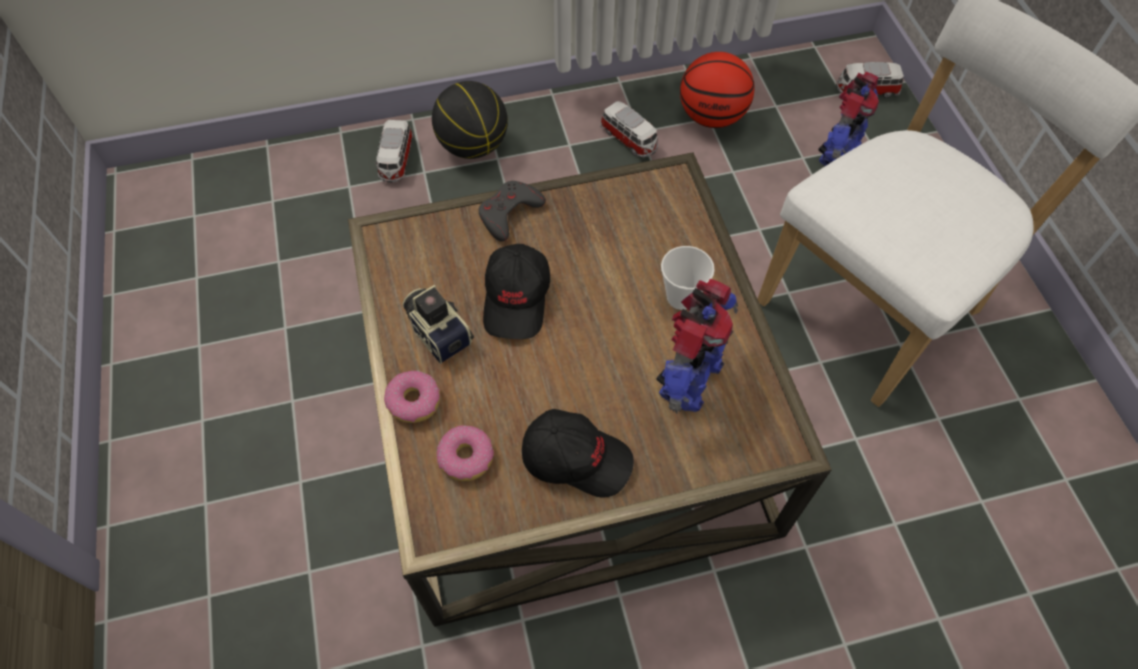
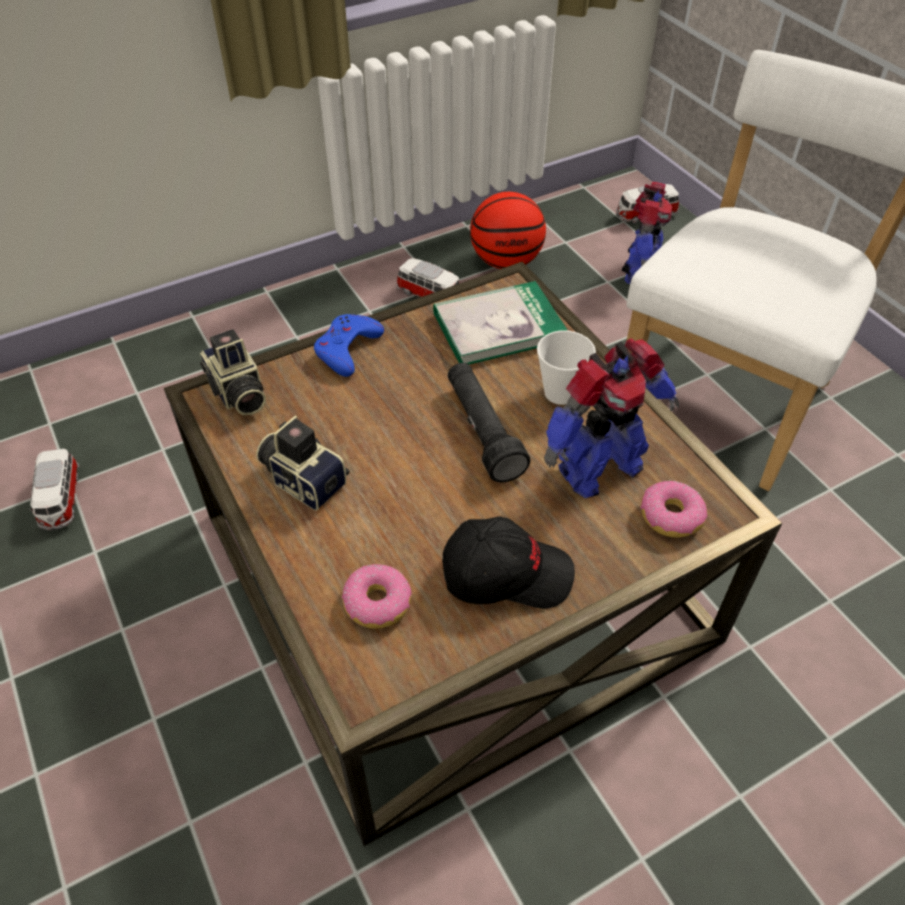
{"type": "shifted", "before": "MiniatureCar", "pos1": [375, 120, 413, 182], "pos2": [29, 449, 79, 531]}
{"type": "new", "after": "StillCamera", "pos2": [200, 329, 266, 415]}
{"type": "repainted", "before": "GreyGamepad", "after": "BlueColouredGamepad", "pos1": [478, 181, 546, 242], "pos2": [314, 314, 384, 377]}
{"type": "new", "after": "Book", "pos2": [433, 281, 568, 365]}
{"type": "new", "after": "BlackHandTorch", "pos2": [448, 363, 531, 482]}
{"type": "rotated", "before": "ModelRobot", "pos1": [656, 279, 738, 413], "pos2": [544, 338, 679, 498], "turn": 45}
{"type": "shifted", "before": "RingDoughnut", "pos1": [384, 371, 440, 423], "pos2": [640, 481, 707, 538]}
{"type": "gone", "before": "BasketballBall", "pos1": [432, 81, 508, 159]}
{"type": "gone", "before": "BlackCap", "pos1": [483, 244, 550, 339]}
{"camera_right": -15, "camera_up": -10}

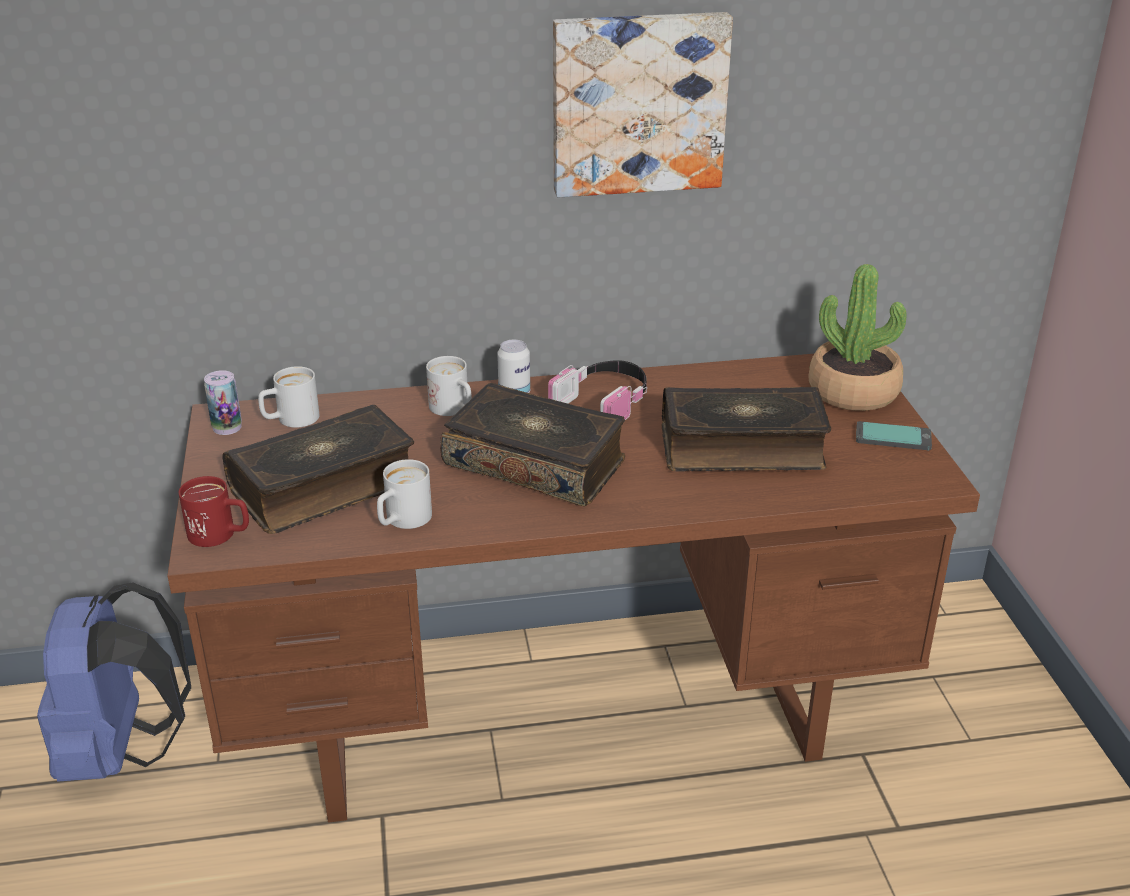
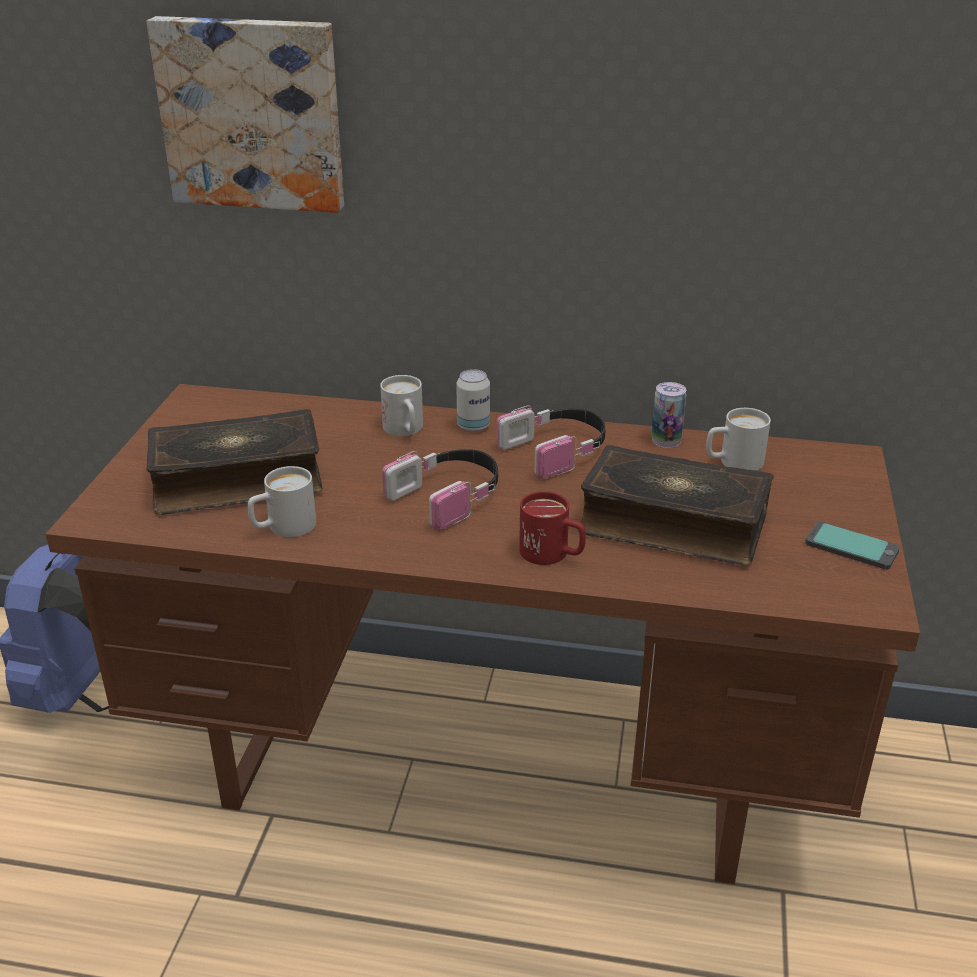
{"type": "shifted", "before": "WallArt", "pos1": [553, 12, 733, 197], "pos2": [146, 16, 344, 213]}
{"type": "swapped", "before": "Book", "after": "PairOfHeadphones", "pos1": [440, 383, 625, 506], "pos2": [382, 449, 498, 529]}
{"type": "shifted", "before": "ReddishMug", "pos1": [179, 476, 249, 547], "pos2": [519, 491, 586, 565]}
{"type": "shifted", "before": "SealedCan", "pos1": [204, 370, 242, 435], "pos2": [651, 382, 686, 448]}
{"type": "shifted", "before": "WhiteMug", "pos1": [258, 366, 319, 428], "pos2": [706, 408, 771, 470]}
{"type": "gone", "before": "PottedPlant", "pos1": [809, 264, 907, 411]}
{"camera_right": 20, "camera_up": 0}

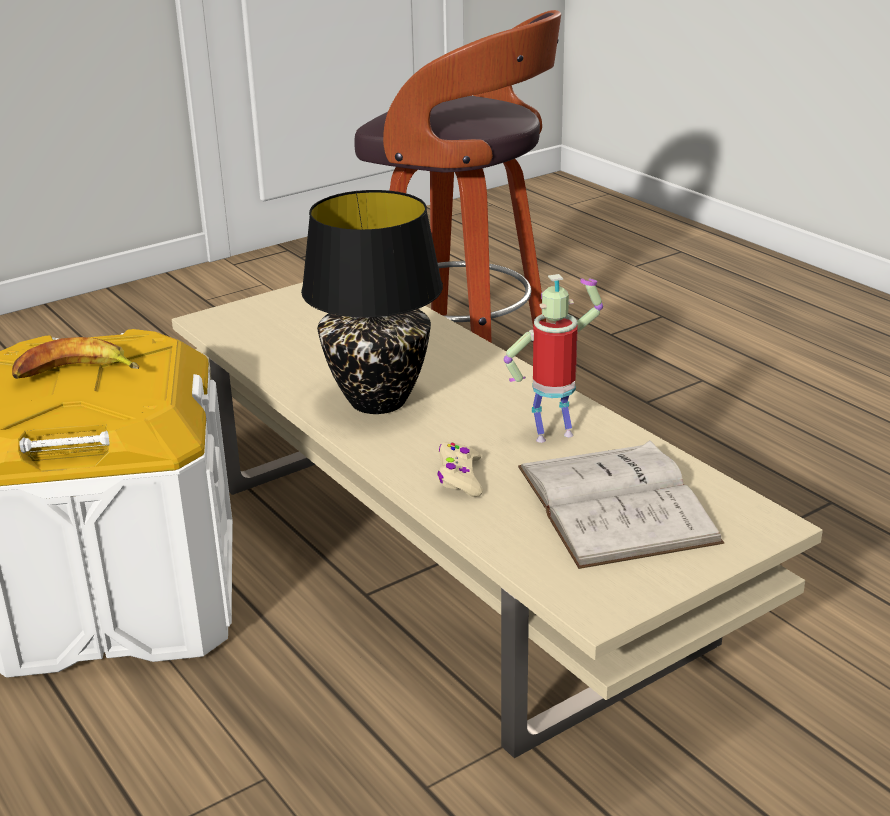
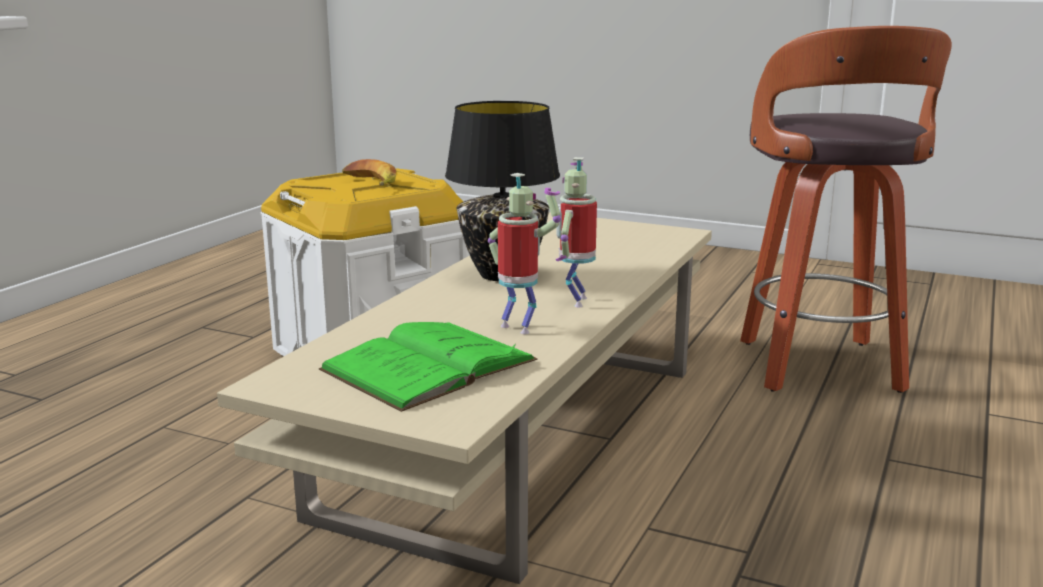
{"type": "repainted", "before": "WhiteBook", "after": "GreenColouredBook", "pos1": [518, 440, 724, 569], "pos2": [319, 322, 537, 412]}
{"type": "new", "after": "ModelRobot", "pos2": [555, 157, 597, 307]}
{"type": "gone", "before": "SandColouredGamepad", "pos1": [437, 442, 483, 497]}
{"camera_right": 60, "camera_up": -10}

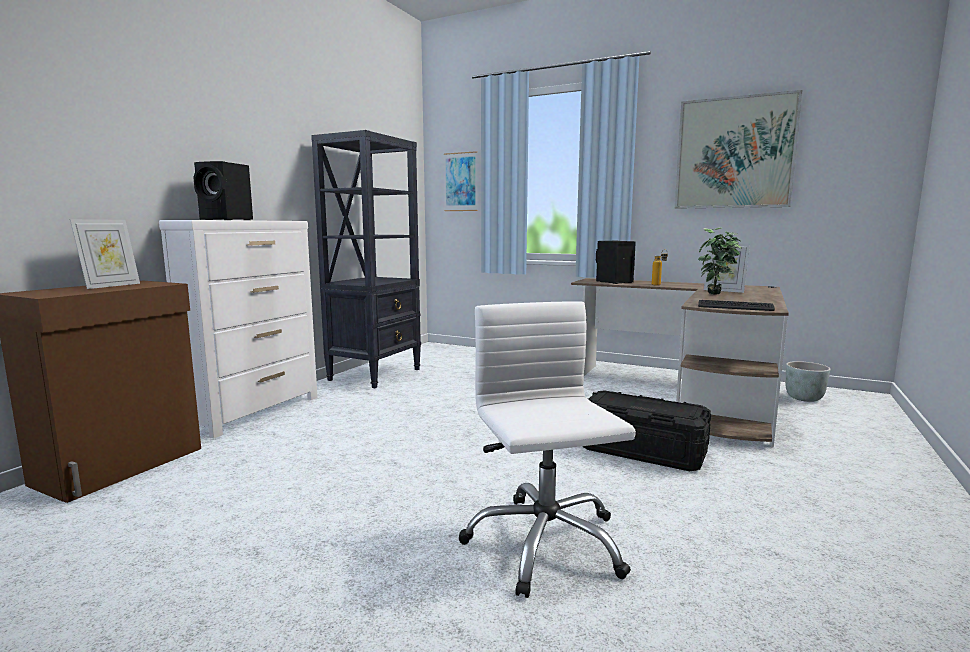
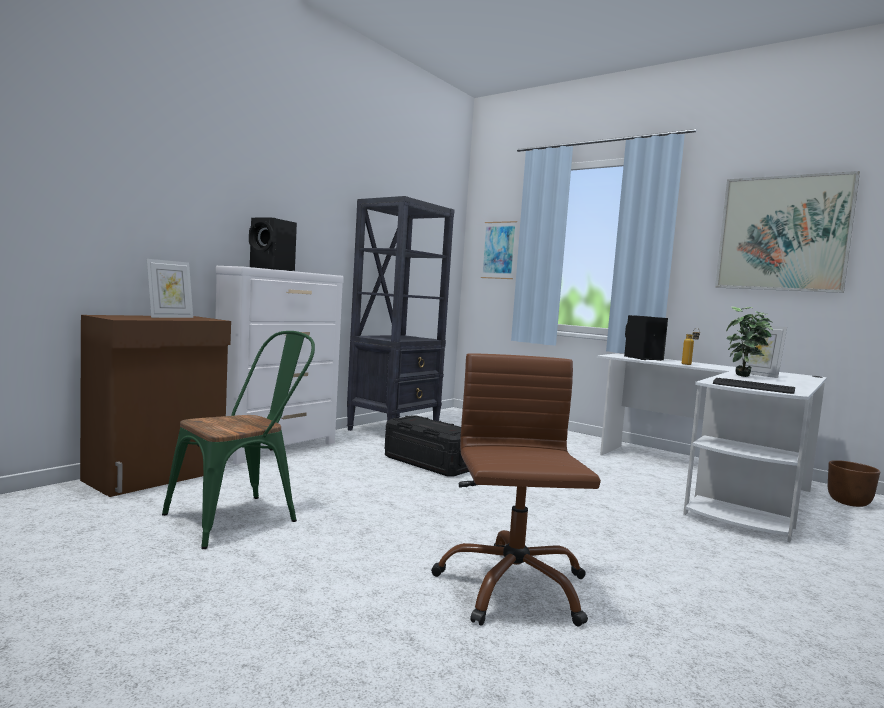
{"type": "new", "after": "GreenColouredPlainChair", "pos2": [162, 331, 315, 549]}
{"type": "shifted", "before": "BlackStorageBox", "pos1": [583, 390, 711, 471], "pos2": [385, 415, 469, 477]}
{"type": "repainted", "before": "WhiteComputerChair", "after": "BrownishComputerChair", "pos1": [459, 301, 636, 598], "pos2": [432, 353, 601, 627]}
{"type": "repainted", "before": "BrownishDeskTable", "after": "WhiteDeskTable", "pos1": [571, 278, 789, 448], "pos2": [597, 353, 827, 542]}
{"type": "repainted", "before": "GreyFlowerPot", "after": "BrownishFlowerPot", "pos1": [786, 361, 831, 402], "pos2": [828, 460, 880, 507]}
{"camera_right": 10, "camera_up": -5}

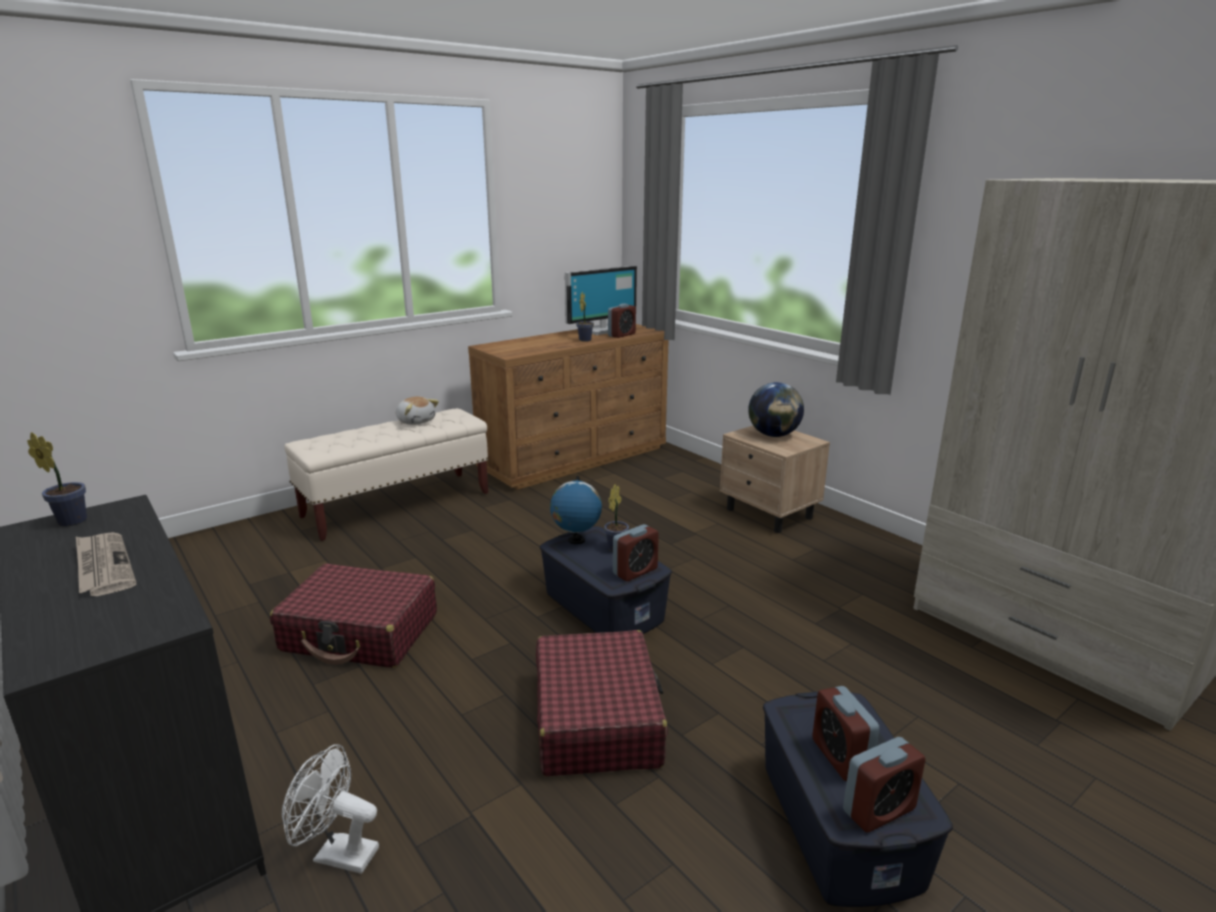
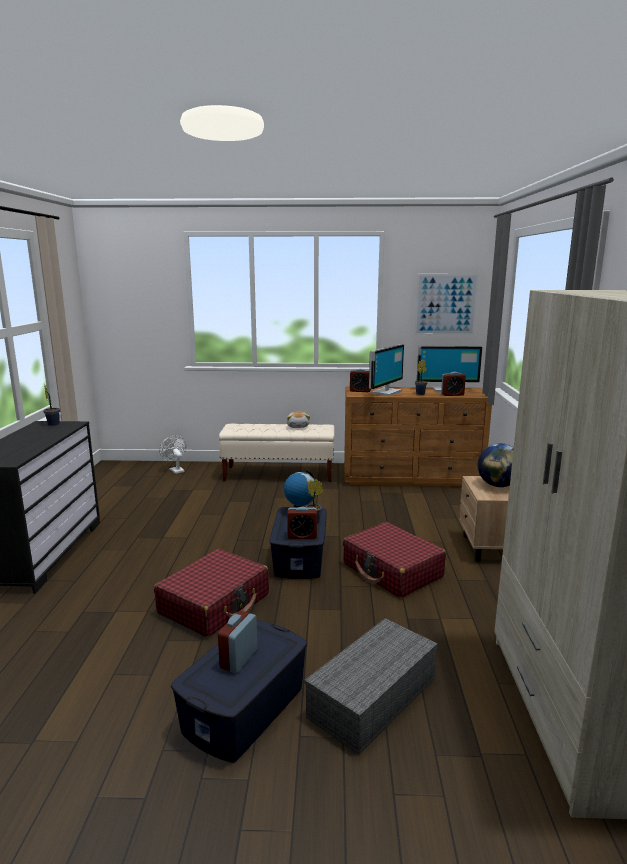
{"type": "shifted", "before": "WhiteCoolingFan", "pos1": [282, 744, 379, 874], "pos2": [159, 435, 186, 474]}
{"type": "new", "after": "GreyStorageBox", "pos2": [304, 618, 438, 754]}
{"type": "shifted", "before": "ReddishPieceOfLuggage", "pos1": [270, 564, 437, 668], "pos2": [343, 522, 446, 598]}
{"type": "shifted", "before": "AlarmClock", "pos1": [843, 737, 926, 832], "pos2": [350, 369, 371, 392]}
{"type": "new", "after": "ComputerDisplay", "pos2": [369, 344, 404, 396]}
{"type": "new", "after": "WallArt", "pos2": [414, 274, 479, 335]}
{"type": "gone", "before": "PrintedPaper", "pos1": [76, 532, 137, 596]}
{"camera_right": 40, "camera_up": -5}

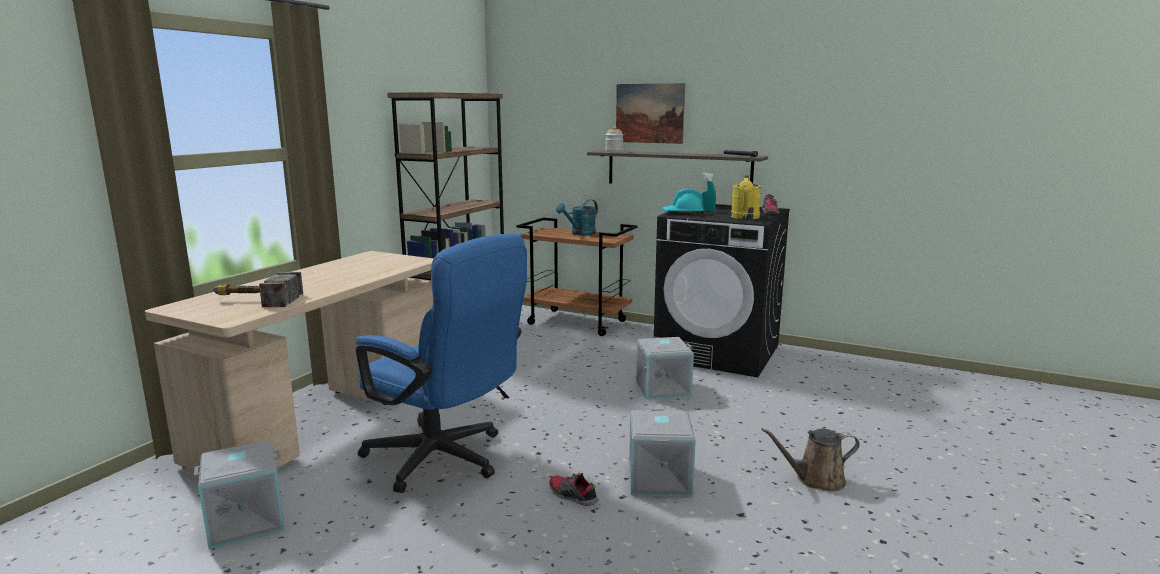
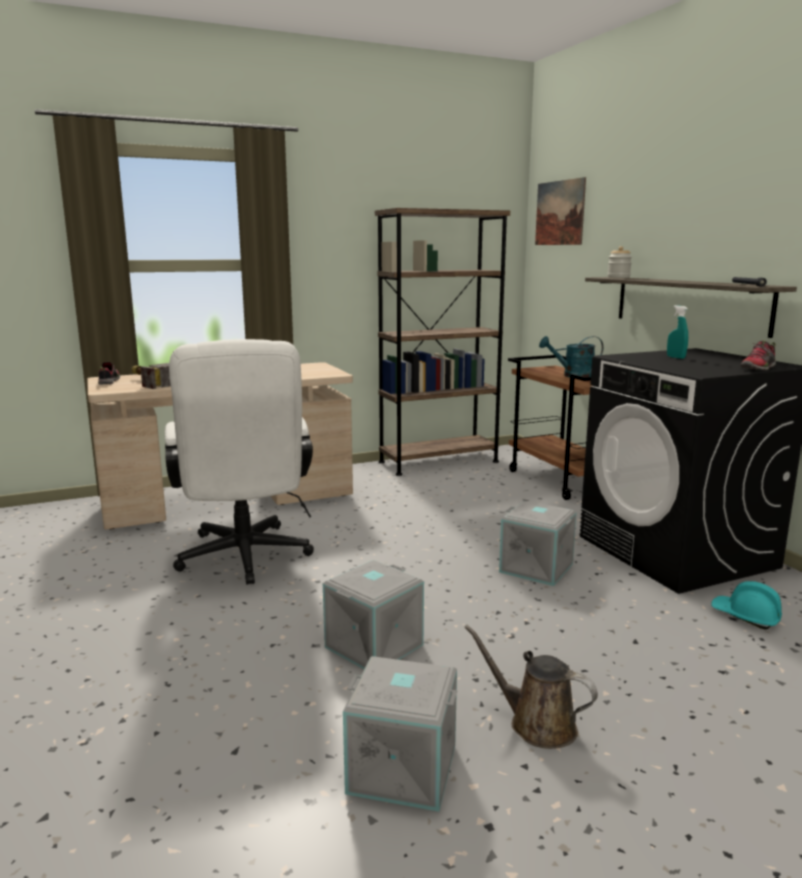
{"type": "shifted", "before": "LowShoe", "pos1": [549, 473, 599, 506], "pos2": [98, 361, 120, 385]}
{"type": "repainted", "before": "BlueColouredComputerChair", "after": "WhiteComputerChair", "pos1": [356, 233, 527, 493], "pos2": [165, 339, 314, 585]}
{"type": "shifted", "before": "GreyStorageBox", "pos1": [194, 440, 285, 549], "pos2": [343, 656, 457, 812]}
{"type": "shifted", "before": "WallArt", "pos1": [616, 83, 685, 144], "pos2": [535, 177, 586, 245]}
{"type": "shifted", "before": "TurquoiseSafetyHelmet", "pos1": [662, 189, 704, 215], "pos2": [711, 581, 782, 630]}
{"type": "gone", "before": "YellowSprinklingCan", "pos1": [731, 176, 761, 219]}
{"camera_right": 40, "camera_up": 0}

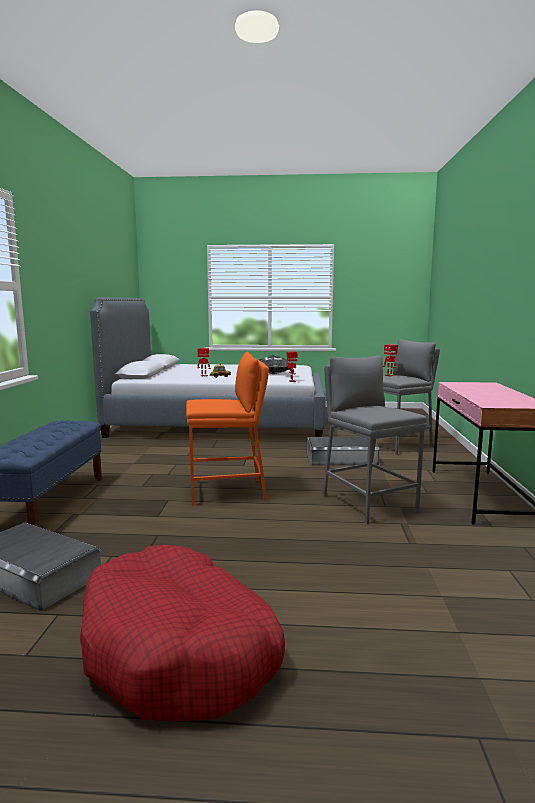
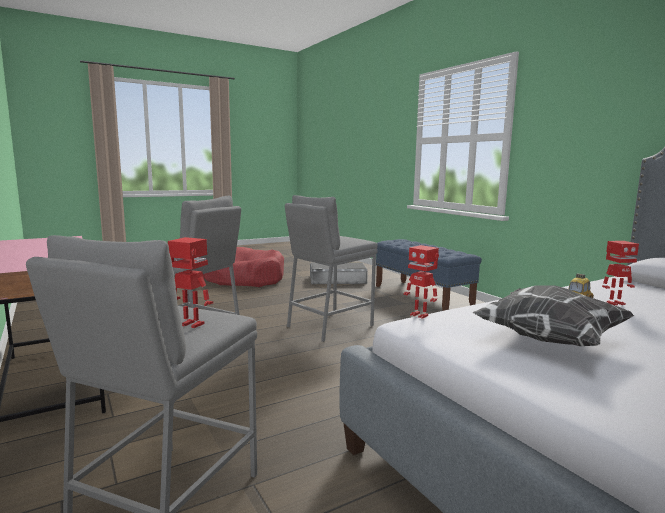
{"type": "repainted", "before": "OrangeStoolSeat", "after": "GreyStoolSeat", "pos1": [186, 351, 269, 506], "pos2": [285, 195, 378, 342]}
{"type": "gone", "before": "GreyStorageBox", "pos1": [307, 437, 380, 465]}
{"camera_right": 145, "camera_up": 0}

